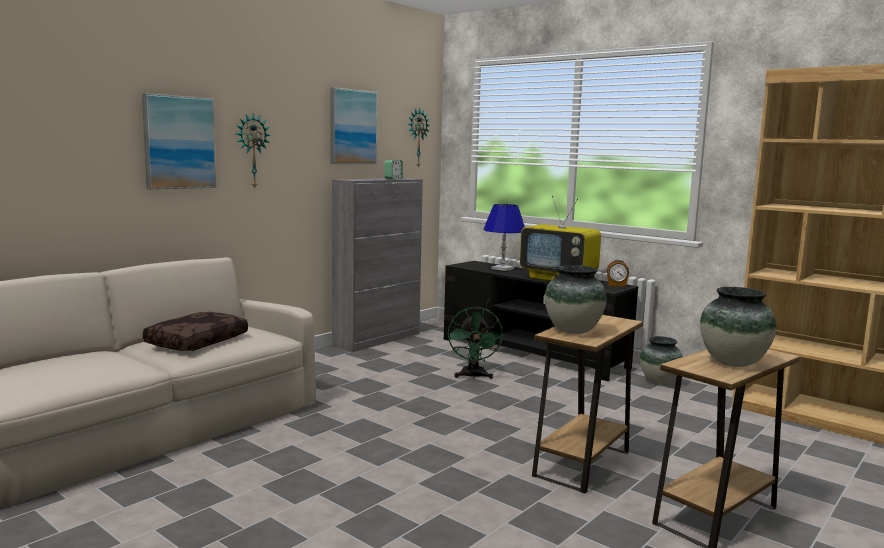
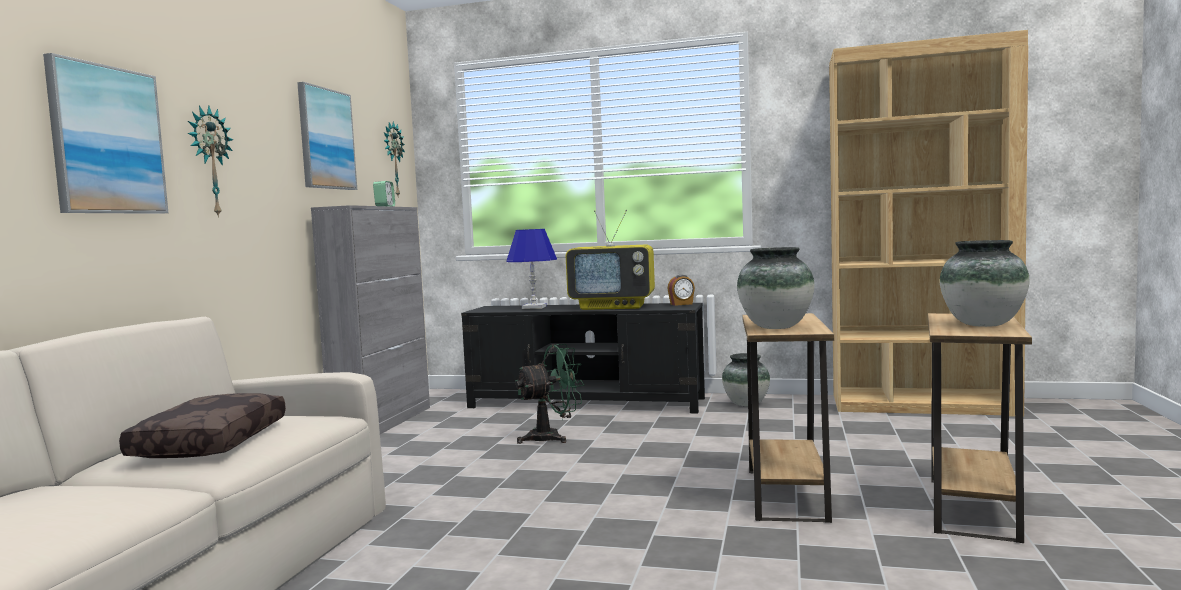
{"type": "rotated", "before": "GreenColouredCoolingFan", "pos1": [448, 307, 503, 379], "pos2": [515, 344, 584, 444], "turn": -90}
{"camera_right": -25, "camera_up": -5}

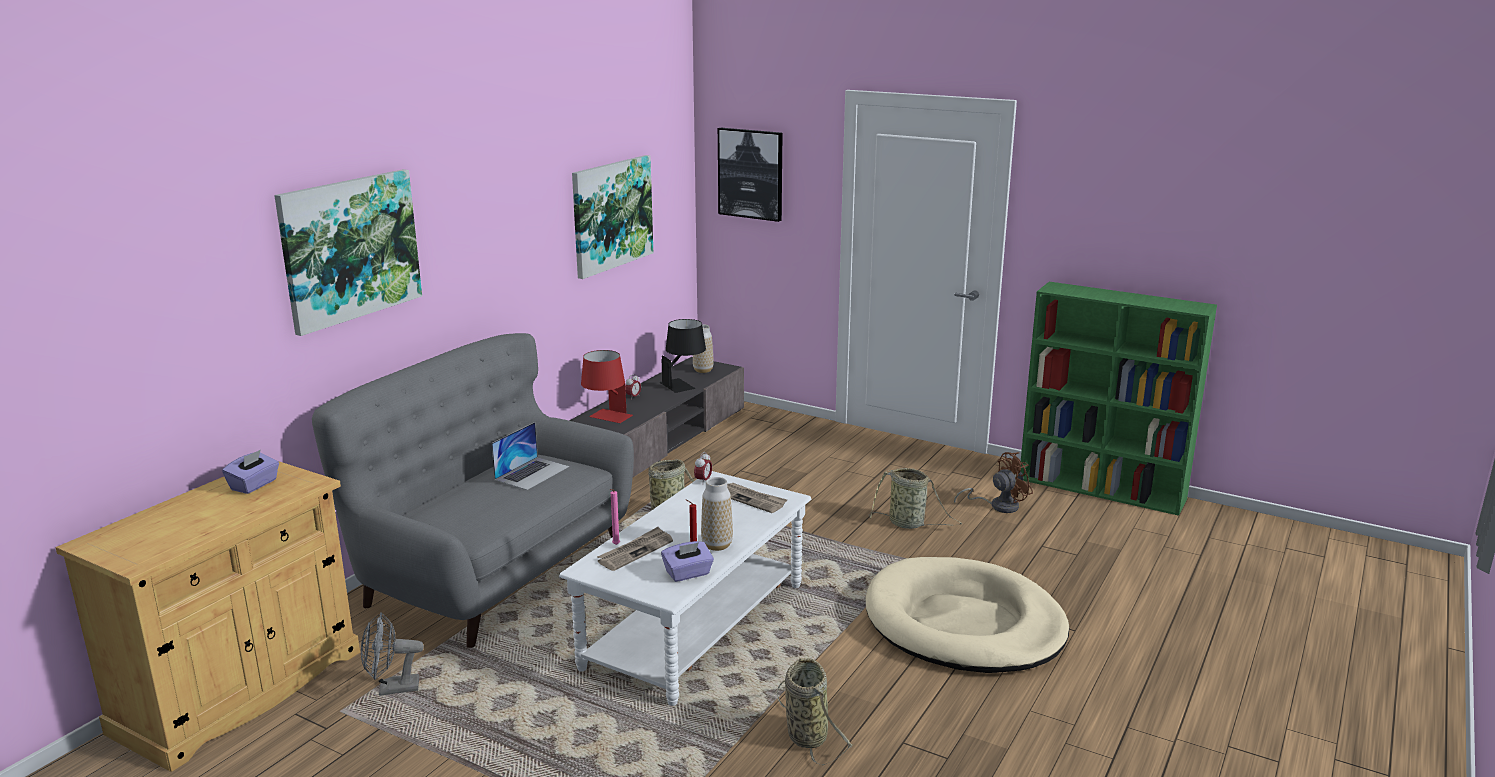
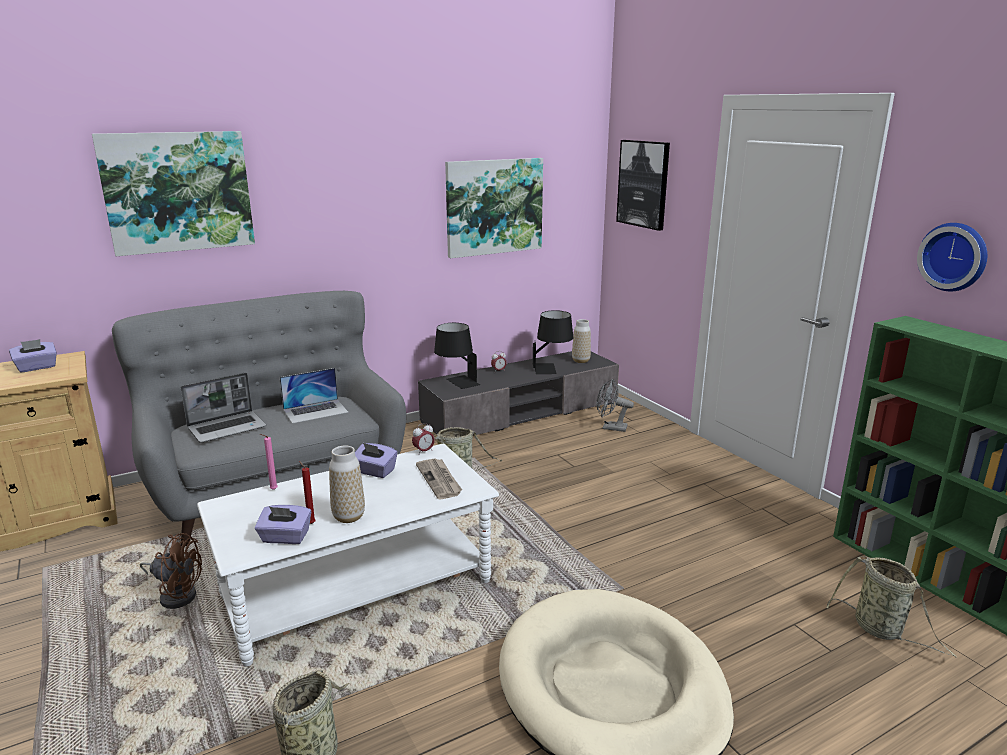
{"type": "shifted", "before": "BrownishCoolingFan", "pos1": [954, 452, 1033, 513], "pos2": [140, 533, 202, 609]}
{"type": "new", "after": "NotebookComputer", "pos2": [181, 373, 267, 443]}
{"type": "new", "after": "PurplishTissueBox", "pos2": [355, 443, 398, 478]}
{"type": "repainted", "before": "ReddishTabletopLamp", "after": "BlackTabletopLamp", "pos1": [581, 350, 633, 423], "pos2": [434, 323, 480, 389]}
{"type": "shifted", "before": "GreyCoolingFan", "pos1": [361, 612, 424, 696], "pos2": [597, 379, 634, 432]}
{"type": "shifted", "before": "HouseholdBasket", "pos1": [869, 468, 962, 529], "pos2": [826, 556, 957, 658]}
{"type": "new", "after": "ClockOnTheWall", "pos2": [917, 223, 987, 291]}
{"type": "gone", "before": "PrintedPaper", "pos1": [597, 527, 673, 571]}
{"camera_right": 30, "camera_up": 0}

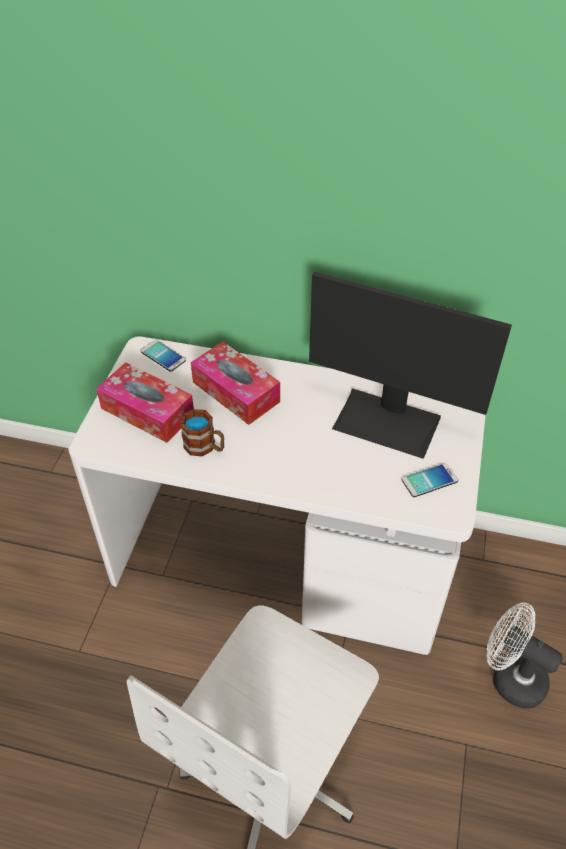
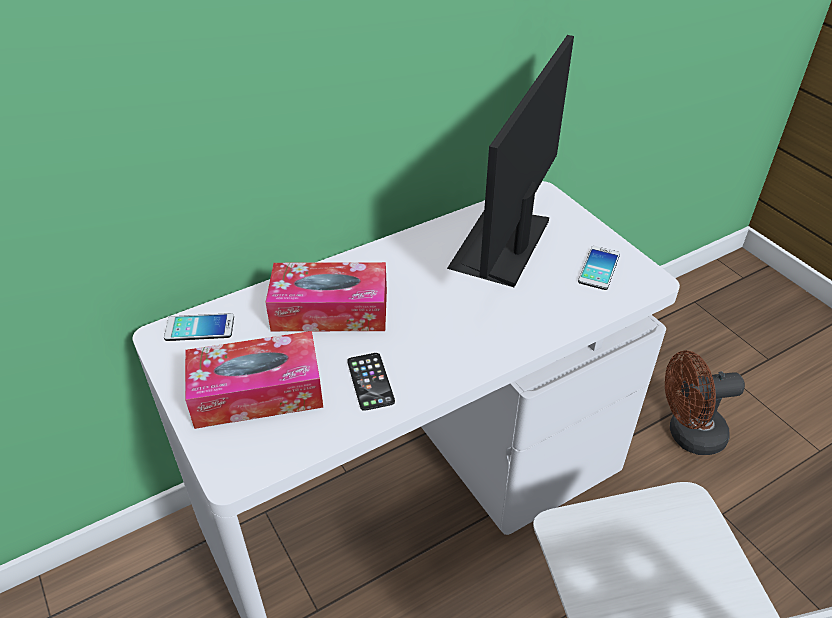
{"type": "swapped", "before": "Mug", "after": "Telephone", "pos1": [180, 409, 224, 457], "pos2": [347, 353, 395, 411]}
{"type": "rotated", "before": "ComputerDisplay", "pos1": [309, 272, 512, 459], "pos2": [447, 35, 574, 287], "turn": 135}
{"type": "repainted", "before": "WhiteCoolingFan", "after": "BrownishCoolingFan", "pos1": [487, 603, 563, 709], "pos2": [665, 350, 745, 455]}
{"camera_right": -45, "camera_up": -5}

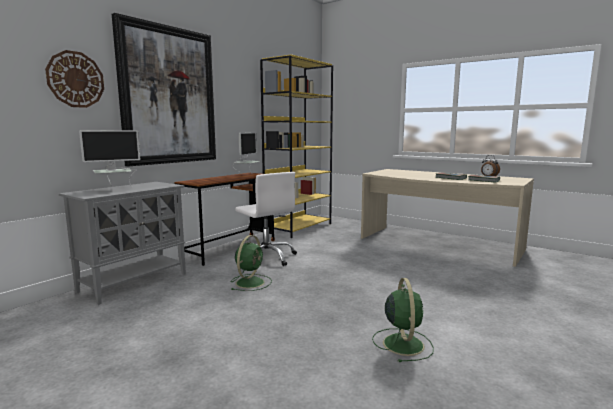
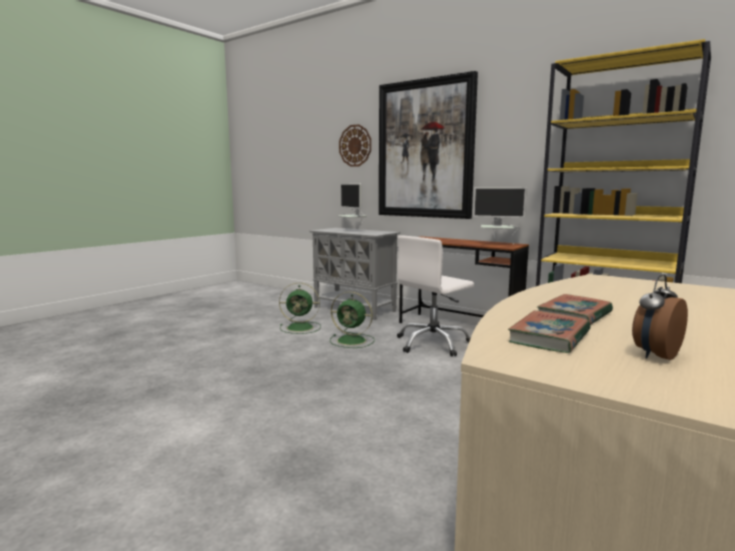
{"type": "shifted", "before": "GreenColouredCoolingFan", "pos1": [372, 278, 434, 362], "pos2": [279, 283, 321, 334]}
{"camera_right": 90, "camera_up": 0}

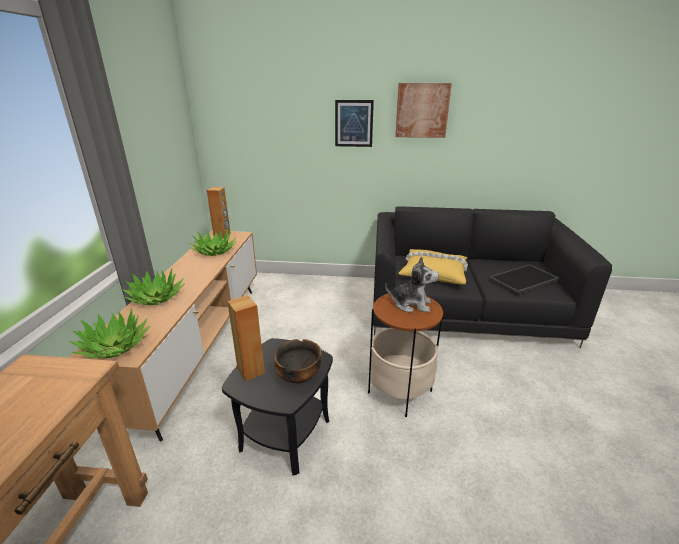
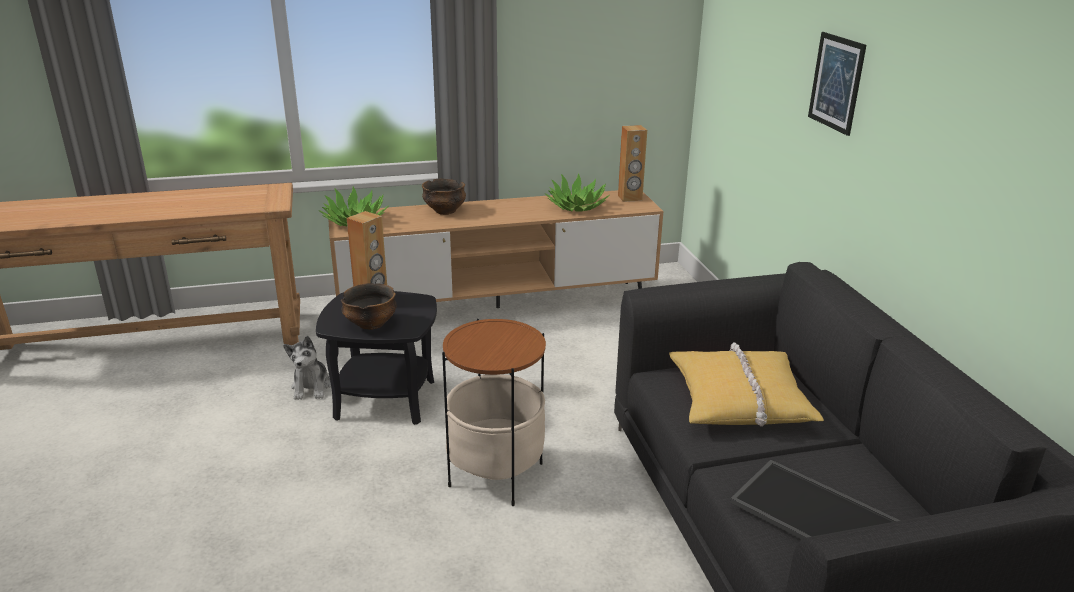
{"type": "shifted", "before": "CuddlyToy", "pos1": [385, 256, 439, 313], "pos2": [283, 336, 331, 400]}
{"type": "swapped", "before": "PottedPlant", "after": "Bowl", "pos1": [122, 268, 185, 305], "pos2": [422, 179, 466, 215]}
{"type": "gone", "before": "WallArt", "pos1": [395, 83, 452, 138]}
{"camera_right": 70, "camera_up": 0}

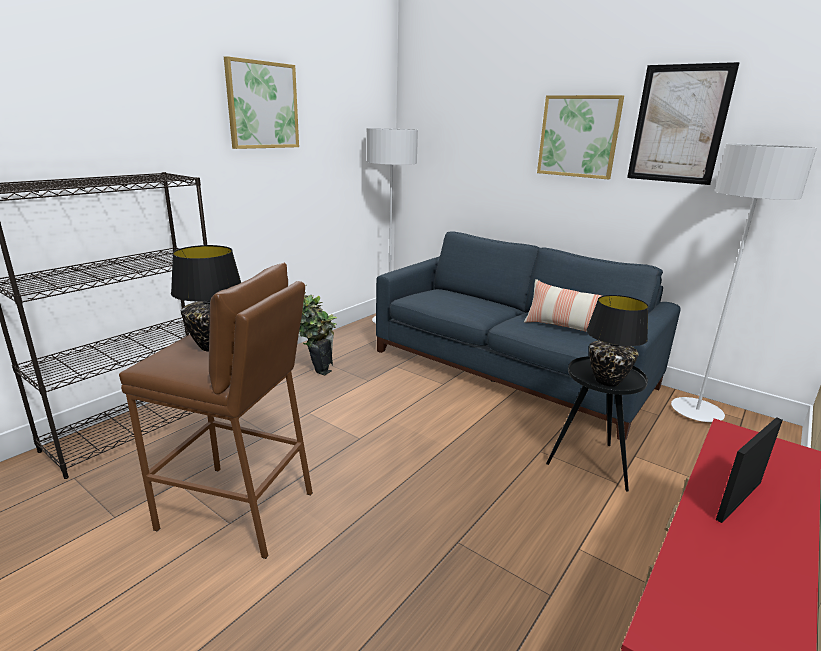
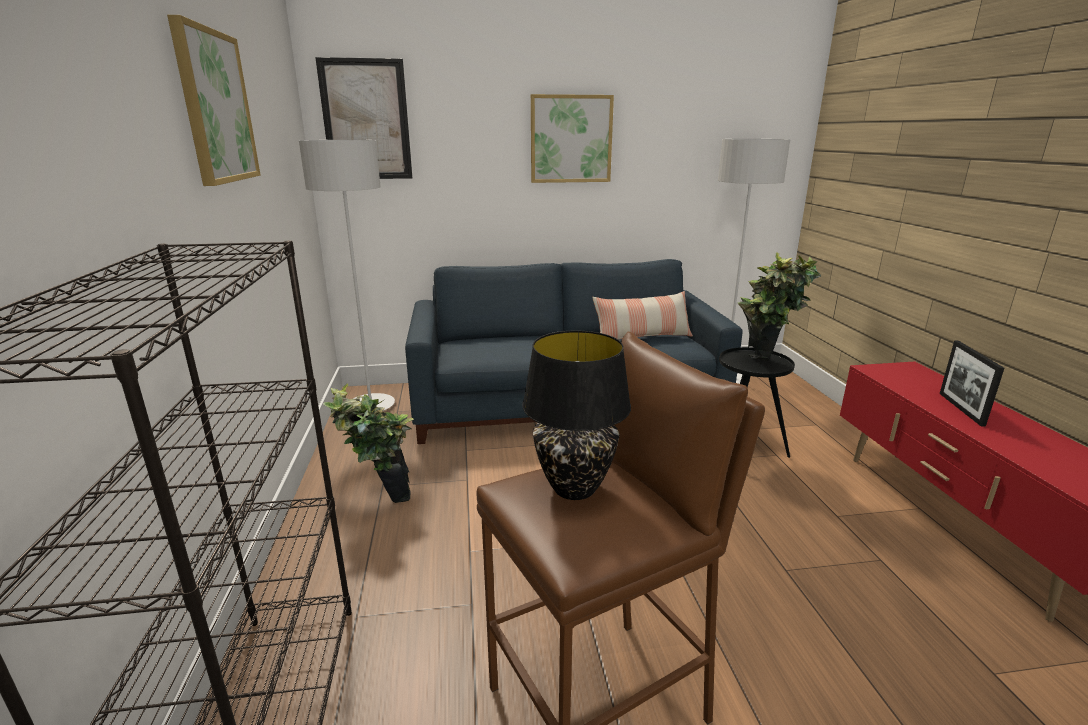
{"type": "shifted", "before": "WallArt", "pos1": [627, 62, 740, 185], "pos2": [315, 57, 412, 179]}
{"type": "swapped", "before": "BlackTabletopLamp", "after": "PottedPlant", "pos1": [586, 295, 649, 386], "pos2": [738, 252, 821, 361]}
{"camera_right": -45, "camera_up": 0}

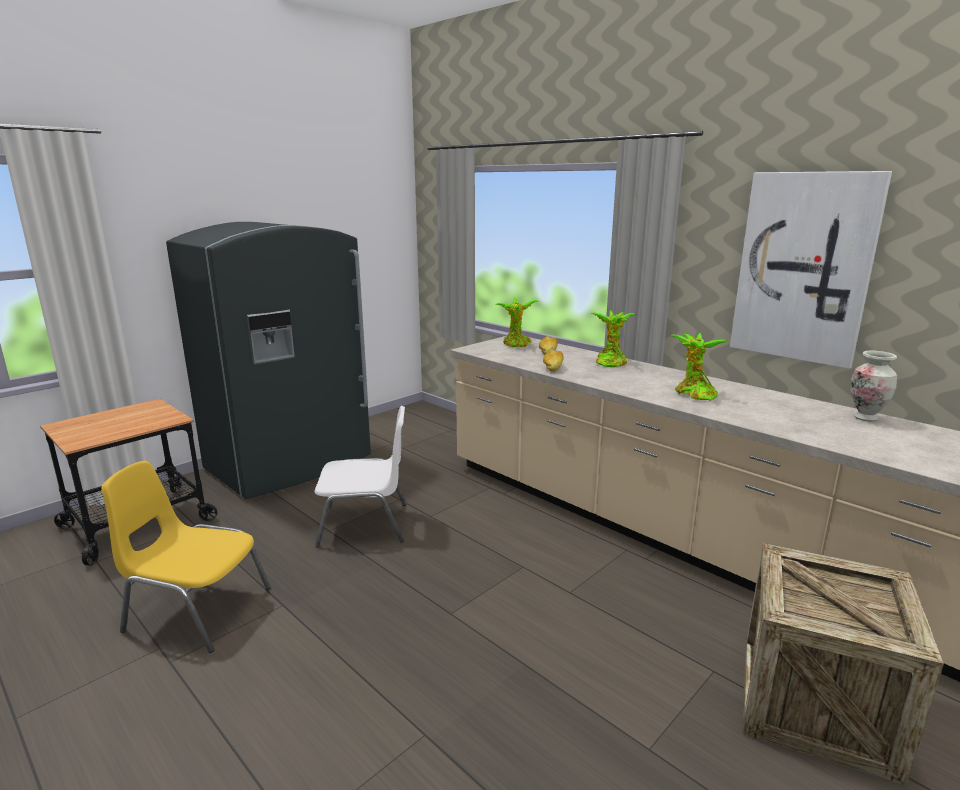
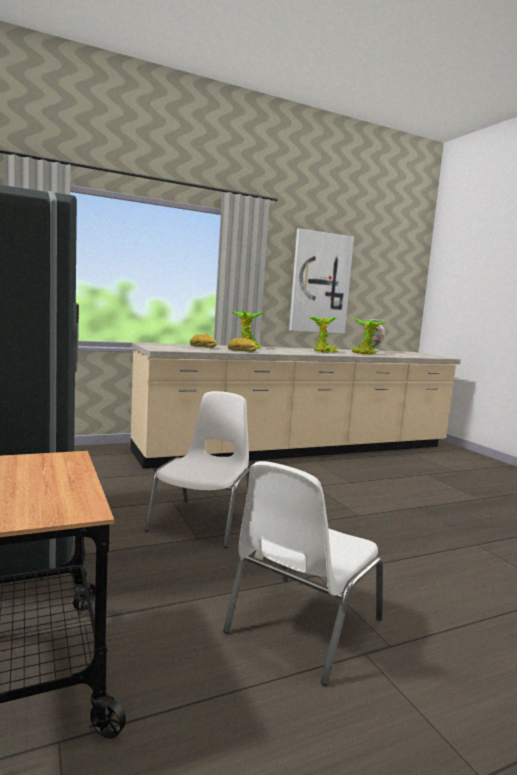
{"type": "repainted", "before": "YellowPlainChair", "after": "WhitePlainChair", "pos1": [101, 461, 271, 653], "pos2": [223, 461, 383, 686]}
{"type": "shifted", "before": "PottedPlant", "pos1": [496, 297, 538, 347], "pos2": [352, 319, 386, 354]}
{"type": "gone", "before": "PackingCrate", "pos1": [742, 543, 944, 785]}
{"camera_right": -70, "camera_up": -10}

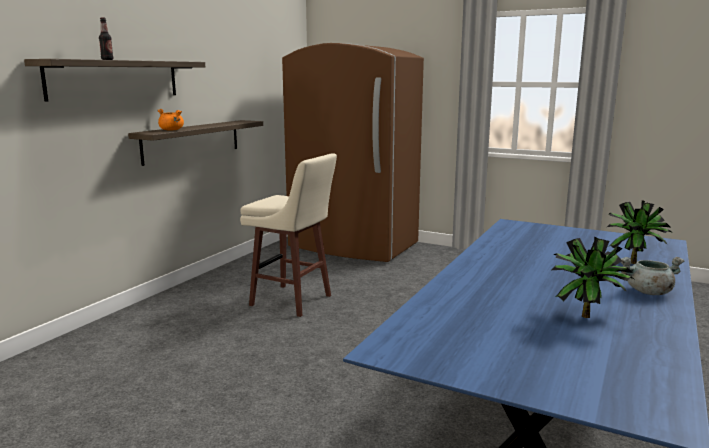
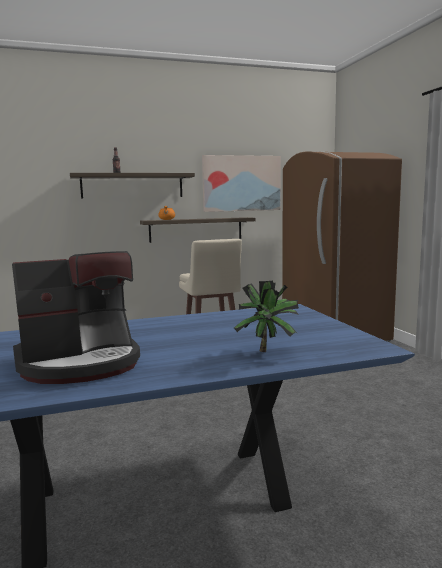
{"type": "swapped", "before": "PottedPlant", "after": "CoffeeBrewer", "pos1": [552, 236, 634, 318], "pos2": [12, 251, 140, 384]}
{"type": "new", "after": "WallArt", "pos2": [202, 155, 281, 212]}
{"type": "gone", "before": "GreySaucepot", "pos1": [621, 257, 684, 295]}
{"camera_right": 45, "camera_up": -5}

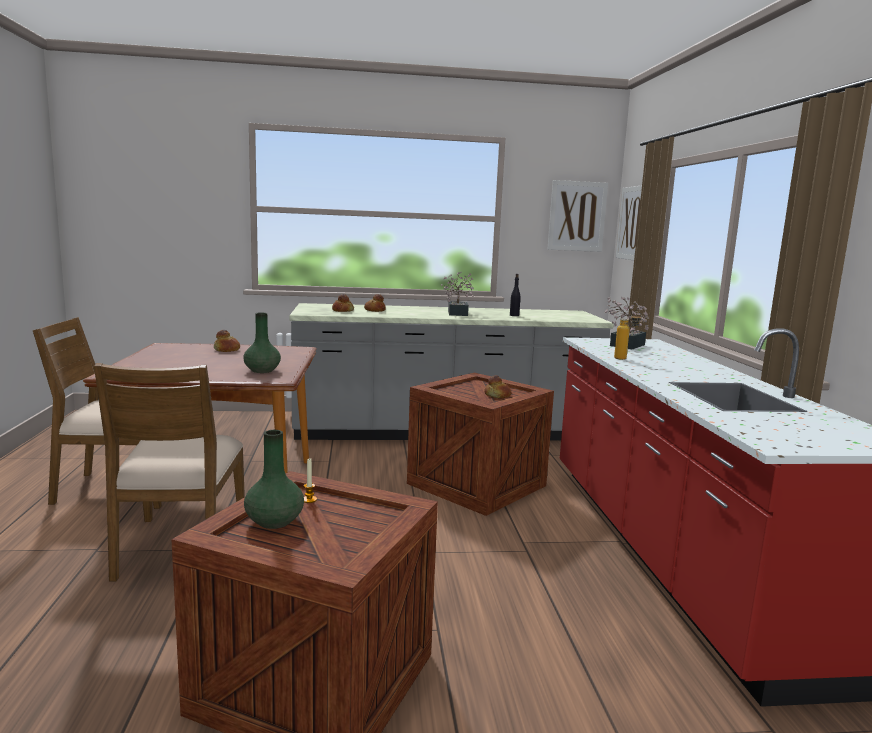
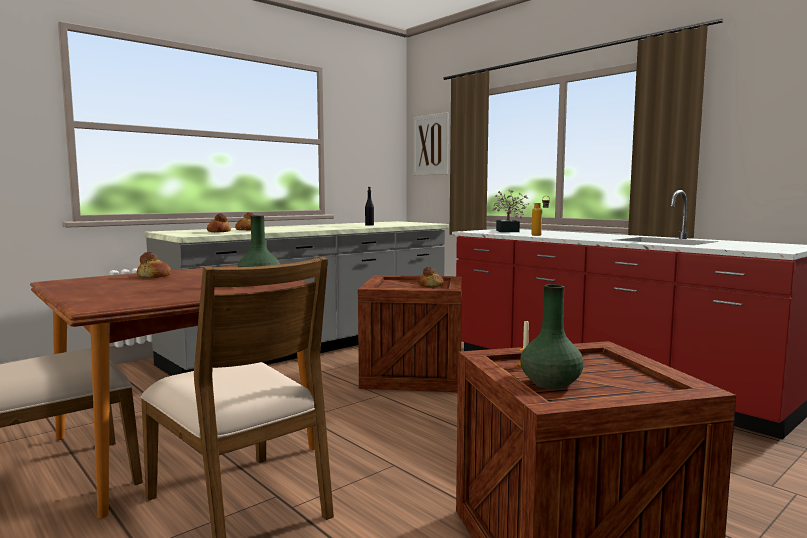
{"type": "gone", "before": "PottedPlant", "pos1": [441, 272, 474, 316]}
{"type": "gone", "before": "WallArt", "pos1": [547, 180, 608, 252]}
{"camera_right": -35, "camera_up": -5}

